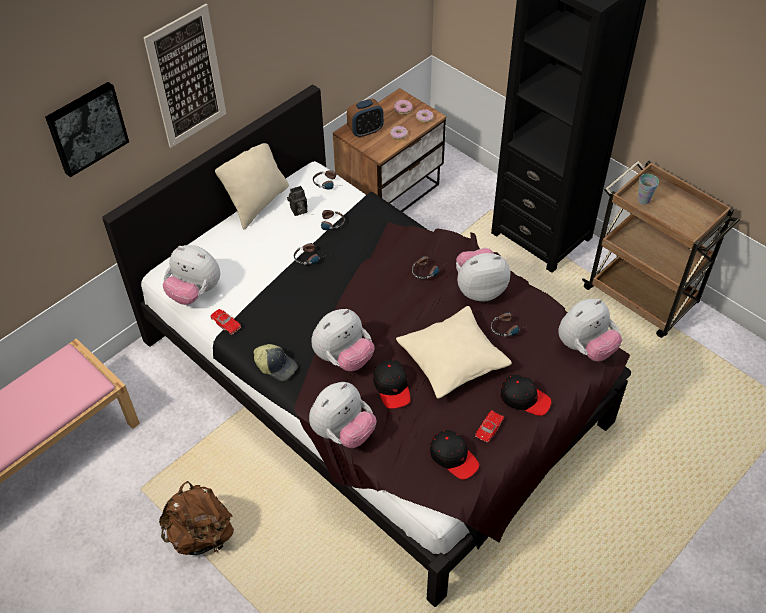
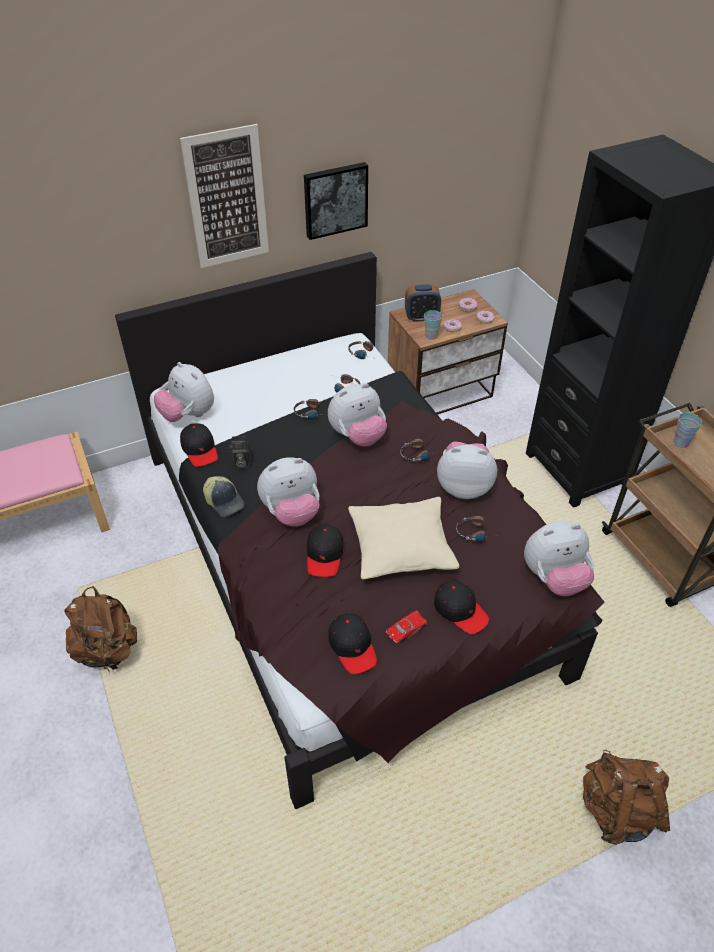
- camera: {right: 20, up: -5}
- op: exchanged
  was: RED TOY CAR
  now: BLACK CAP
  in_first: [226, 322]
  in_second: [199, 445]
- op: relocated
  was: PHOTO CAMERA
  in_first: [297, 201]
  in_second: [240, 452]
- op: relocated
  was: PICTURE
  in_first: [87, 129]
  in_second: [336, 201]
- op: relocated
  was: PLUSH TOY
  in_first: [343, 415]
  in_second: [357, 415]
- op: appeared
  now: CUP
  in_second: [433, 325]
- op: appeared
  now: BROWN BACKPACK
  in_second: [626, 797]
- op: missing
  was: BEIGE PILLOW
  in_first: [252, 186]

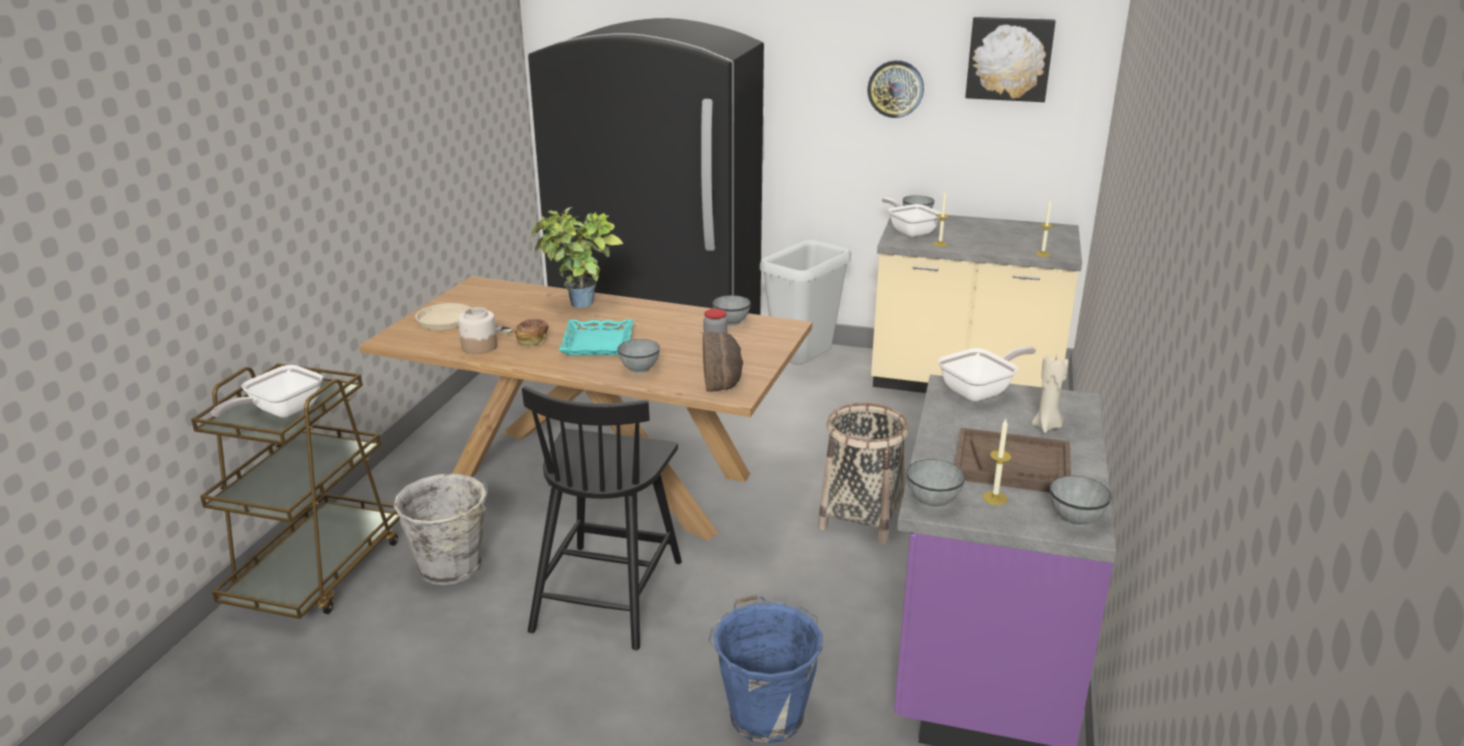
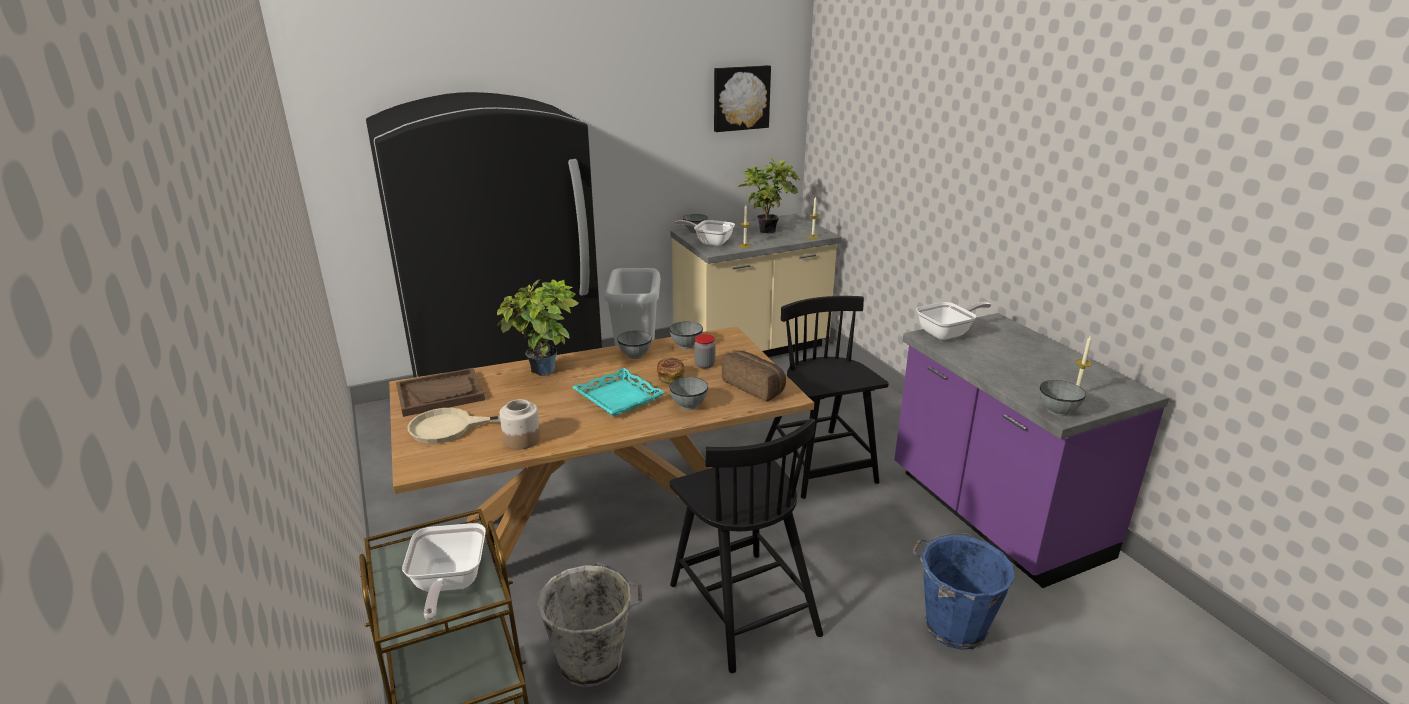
- camera: {right: -40, up: 0}
- op: relocated
  was: BROWN TRAY
  in_first: [1013, 460]
  in_second: [440, 392]
- op: relocated
  was: GREY BOWL
  in_first: [1081, 501]
  in_second: [634, 345]
- op: relocated
  was: BREAD
  in_first: [531, 332]
  in_second: [671, 370]
- op: appeared
  now: POTTED PLANT
  in_second: [769, 195]
- op: exchanged
  was: BASKET
  now: BLACK CHAIR
  in_first: [863, 473]
  in_second: [826, 397]
- op: spun
  was: FRYING PAN
  in_first: [987, 374]
  in_second: [953, 321]
  clockwise: 45
- op: missing
  was: WALL CLOCK
  in_first: [895, 89]
- op: missing
  was: BEIGE CANDLE
  in_first: [1049, 394]

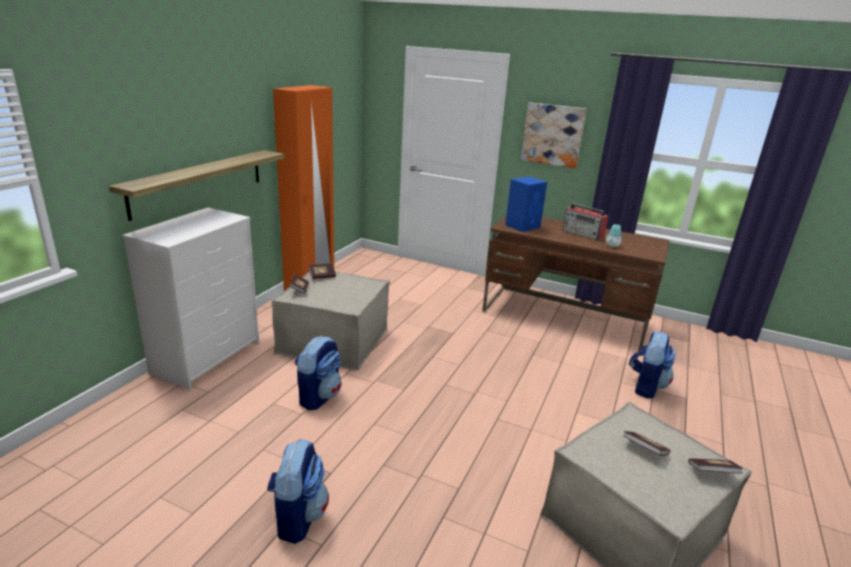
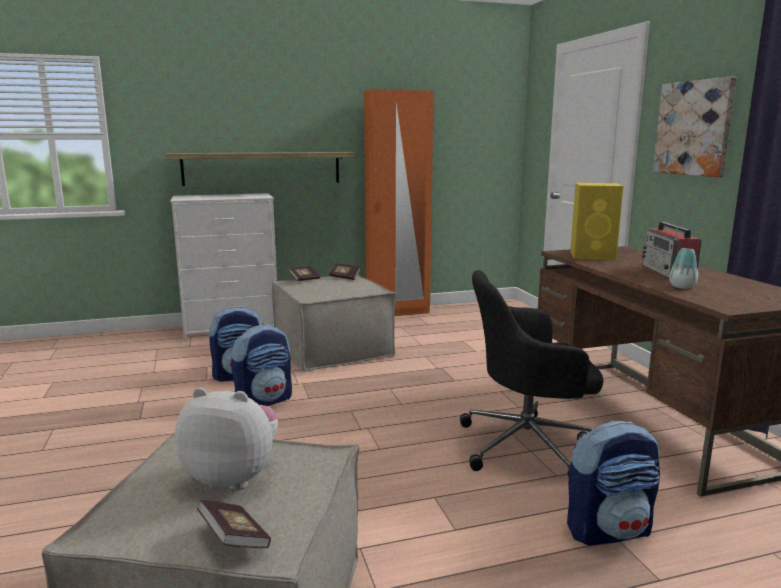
- camera: {right: 50, up: -10}
- op: exchanged
  was: BOOK
  now: PLUSH TOY
  in_first: [646, 443]
  in_second: [227, 438]
- op: relocated
  was: BACKPACK
  in_first: [298, 491]
  in_second: [261, 365]
- op: appeared
  now: BLACK OFFICE CHAIR
  in_second: [531, 373]
- op: colour
  was: BLUE SPEAKER
  now: YELLOW SPEAKER
  in_first: [526, 204]
  in_second: [596, 221]

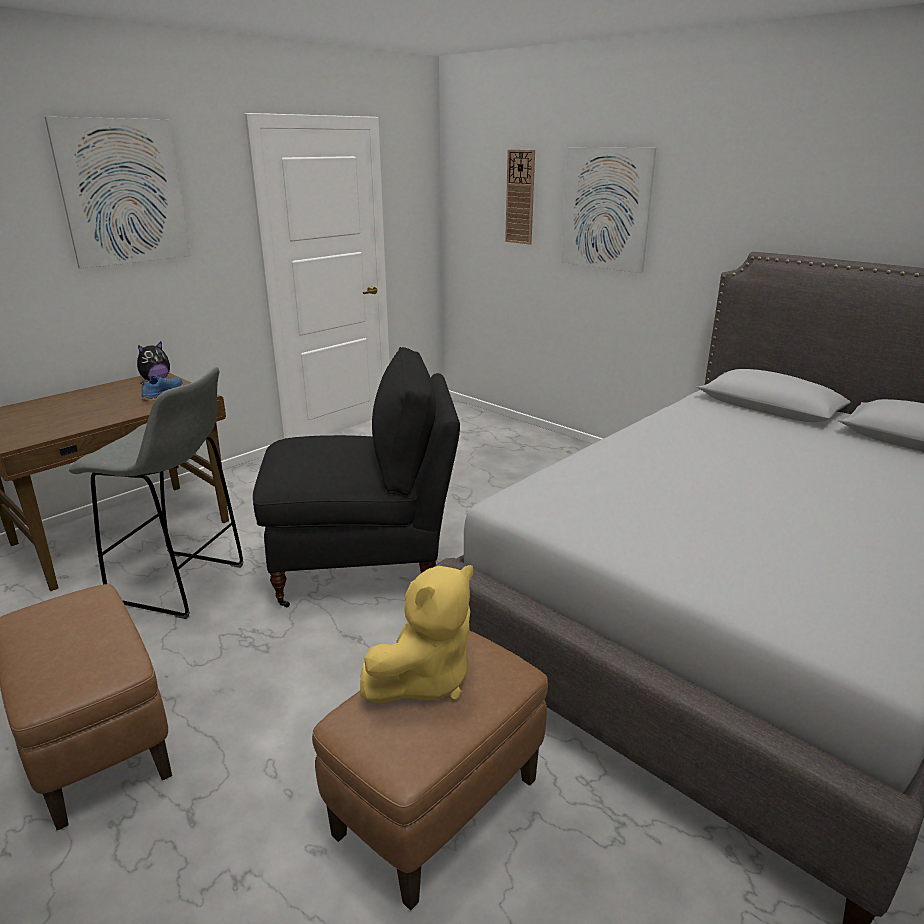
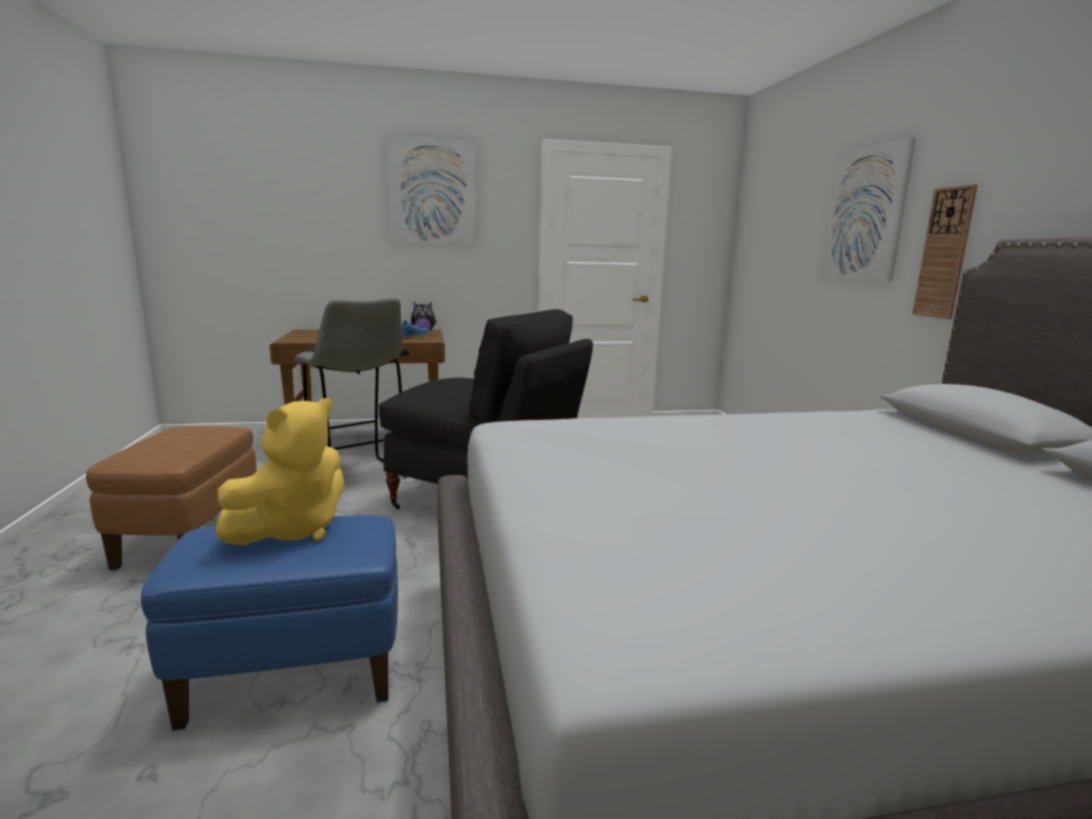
- camera: {right: 35, up: -10}
- op: colour
  was: BROWN OTTOMAN
  now: BLUE OTTOMAN
  in_first: [430, 770]
  in_second: [269, 622]
- op: spun
  was: YELLOW PLUSH TOY
  in_first: [416, 634]
  in_second: [280, 471]
  clockwise: -45
- op: relocated
  was: WALL CLOCK
  in_first: [520, 197]
  in_second: [945, 251]

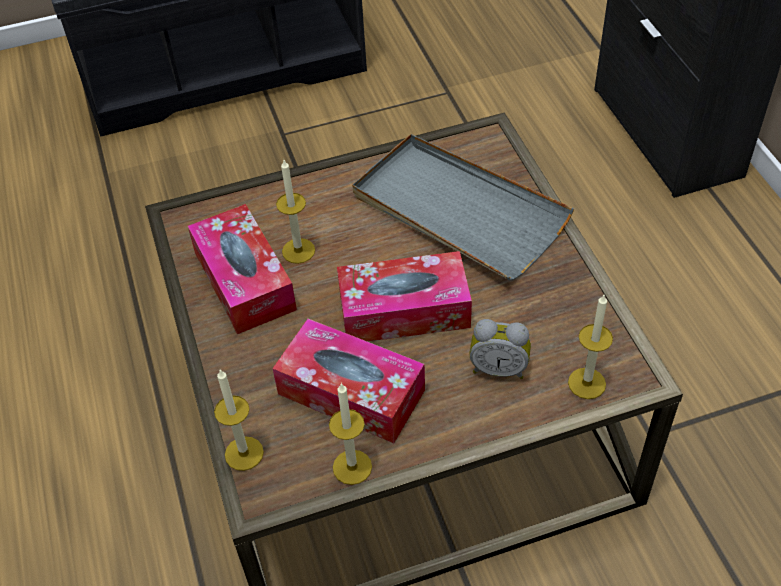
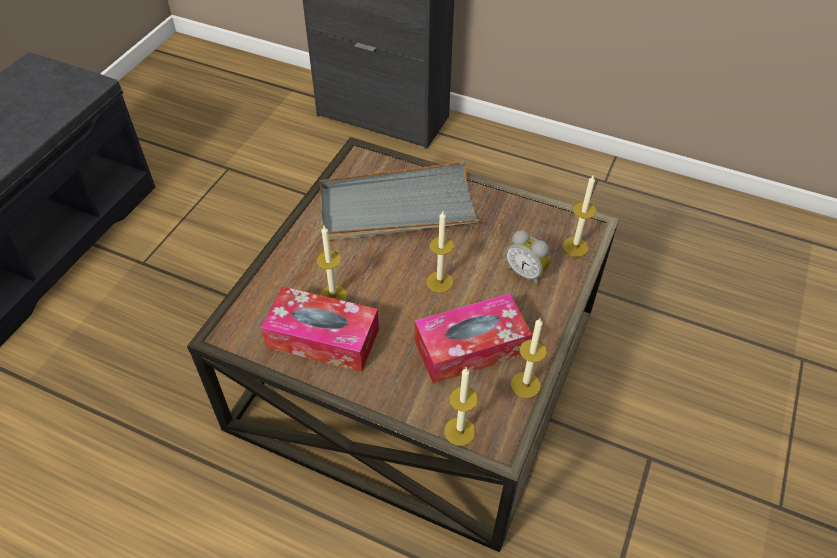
- camera: {right: -50, up: 0}
- op: exchanged
  was: TISSUE BOX
  now: CANDLE
  in_first: [404, 296]
  in_second: [440, 252]
- op: spun
  was: ALARM CLOCK
  in_first: [500, 349]
  in_second: [528, 258]
  clockwise: 75

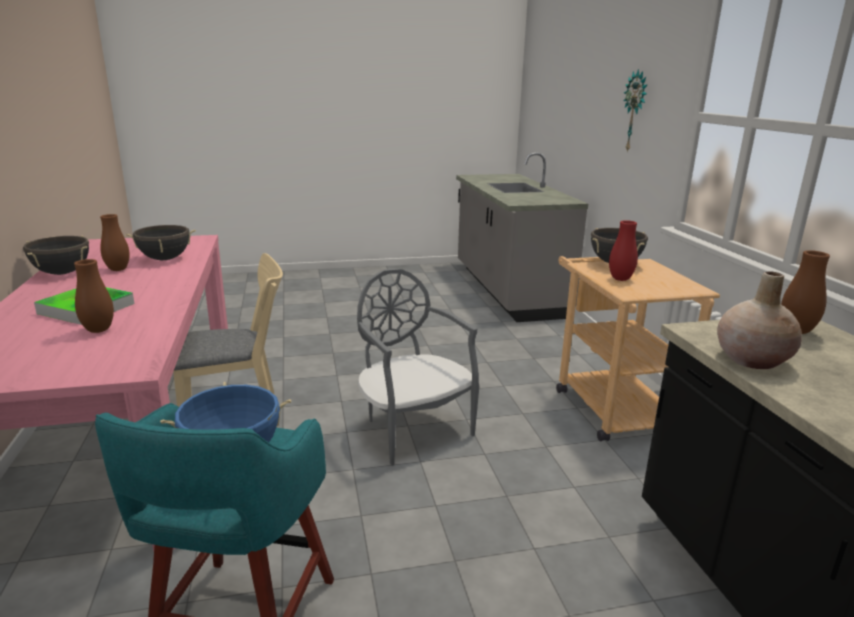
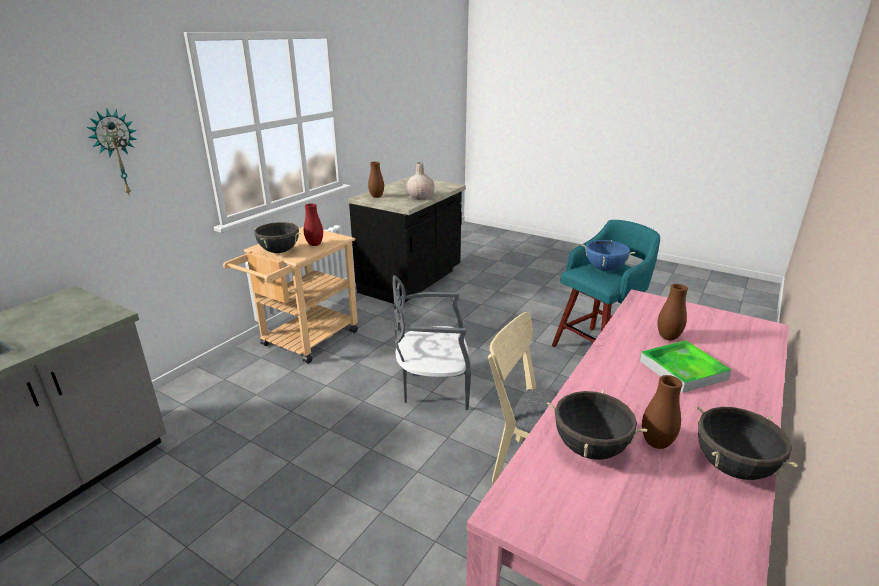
- camera: {right: -135, up: 5}
- op: spun
  was: GREY CHAIR
  in_first: [418, 367]
  in_second: [432, 343]
  clockwise: 75

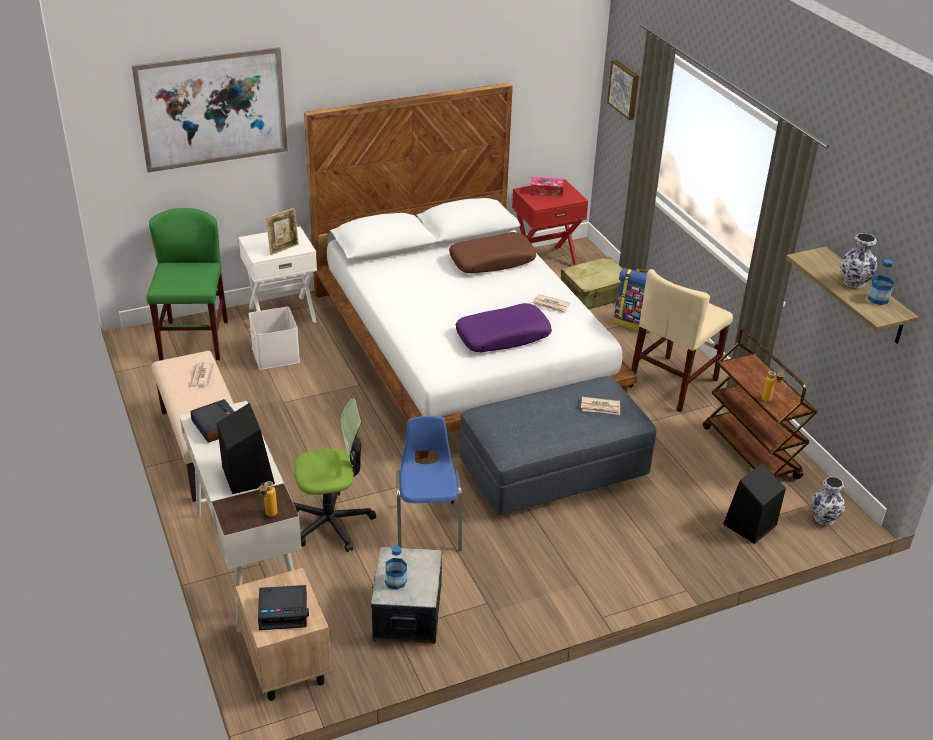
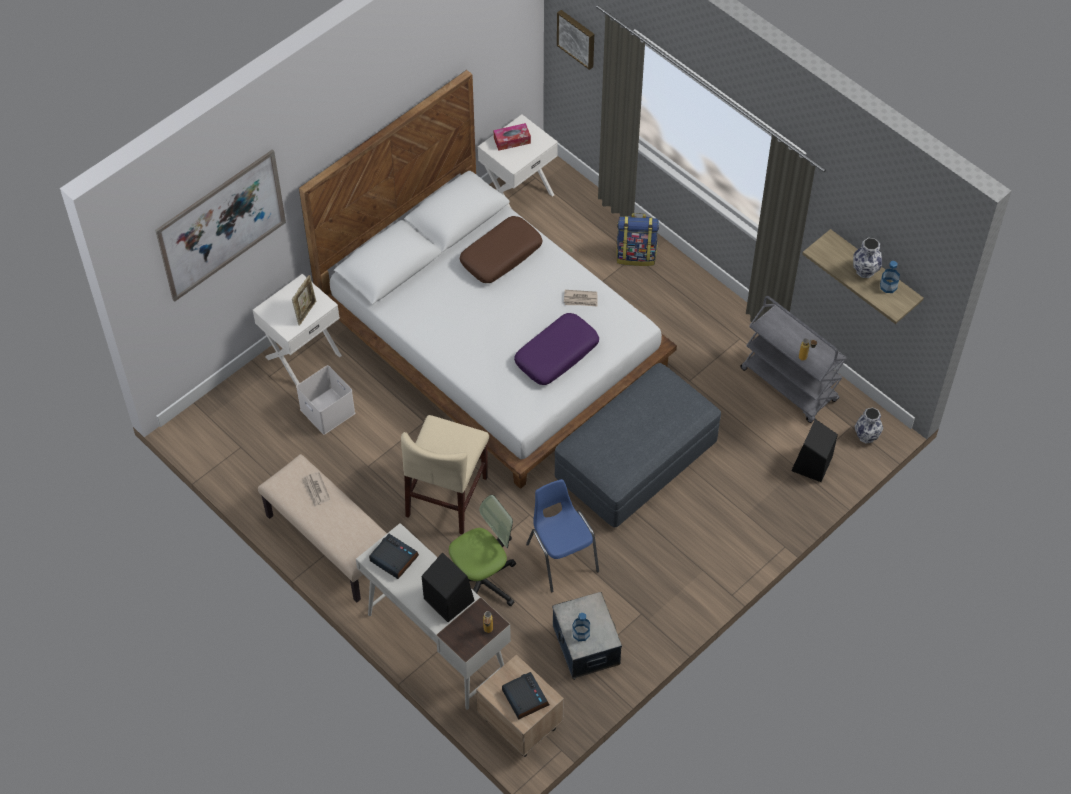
- camera: {right: -20, up: 20}
- op: relocated
  was: BEIGE CHAIR
  in_first: [680, 340]
  in_second: [445, 474]
- op: colour
  was: RED NIGHTSTAND
  now: WHITE NIGHTSTAND
  in_first: [550, 222]
  in_second: [518, 161]
- op: spun
  was: ALARM CLOCK
  in_first: [283, 607]
  in_second: [525, 696]
  clockwise: -90
- op: colour
  was: BROWN CART
  now: GREY CART
  in_first: [760, 404]
  in_second: [793, 359]
- op: missing
  was: GREEN CHAIR
  in_first: [187, 284]
- op: missing
  was: BEIGE SUITCASE
  in_first: [592, 282]
- op: missing
  was: NEWSPAPER
  in_first: [600, 406]

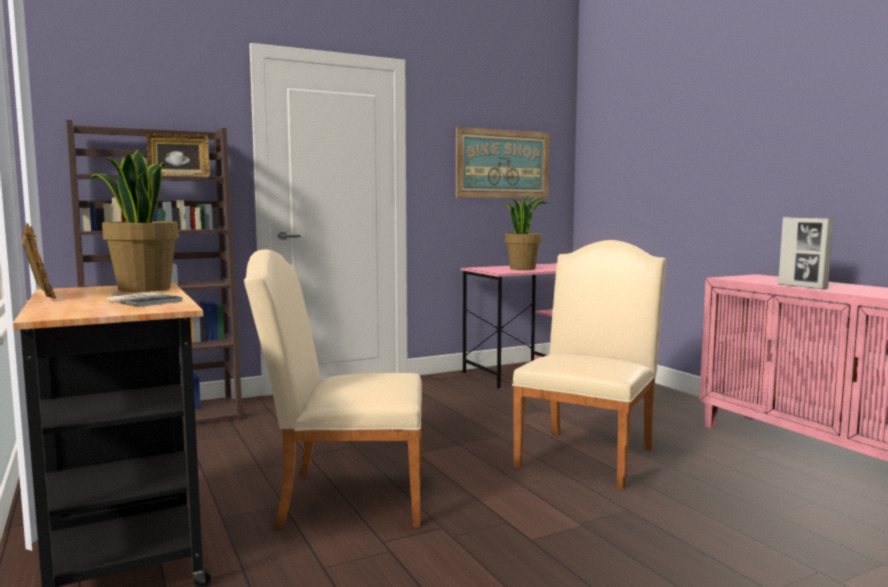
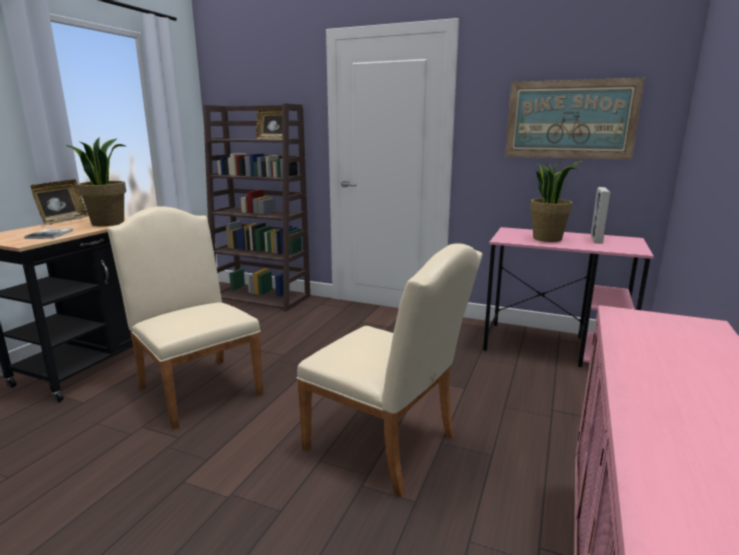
- camera: {right: 50, up: 10}
- op: spun
  was: BEIGE CHAIR
  in_first: [589, 365]
  in_second: [389, 370]
  clockwise: 45
- op: relocated
  was: PICTURE FRAME
  in_first: [806, 253]
  in_second: [601, 215]

